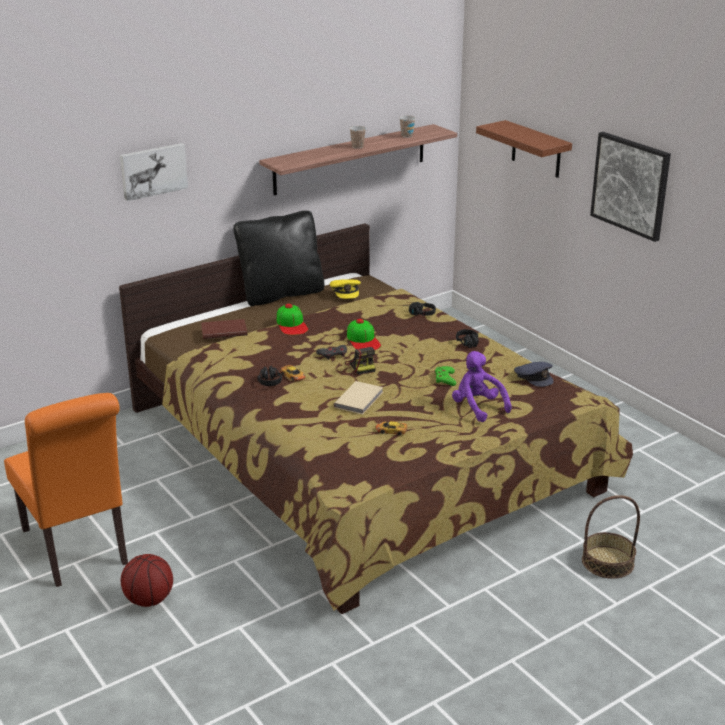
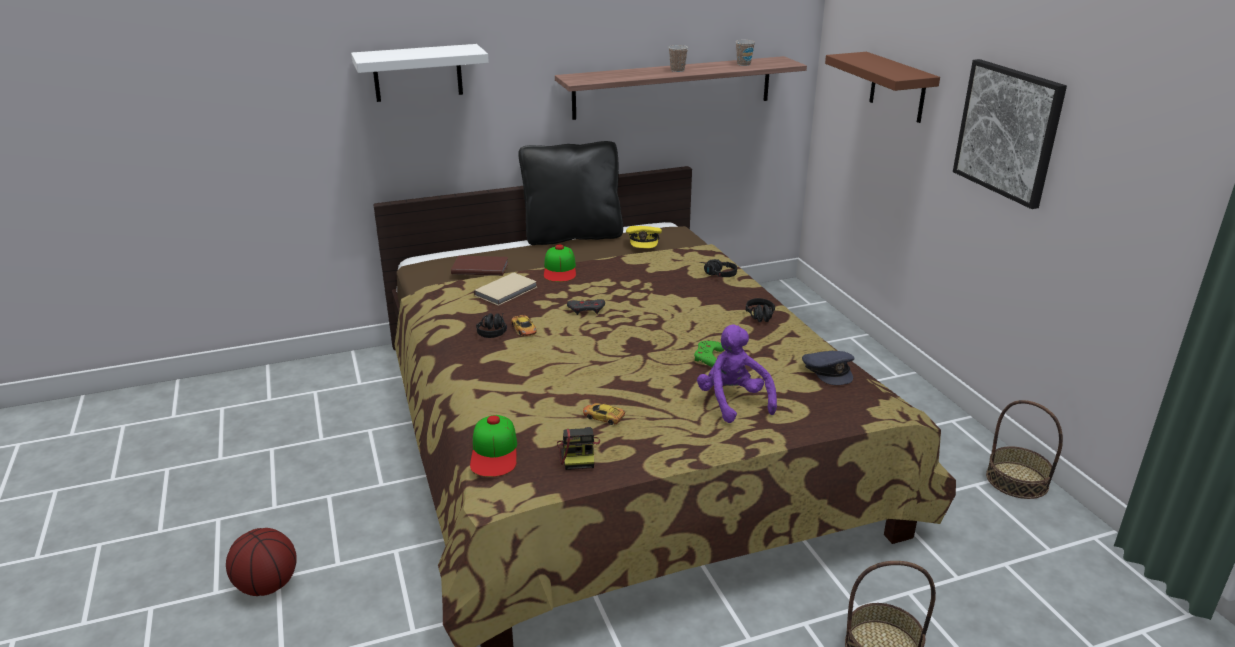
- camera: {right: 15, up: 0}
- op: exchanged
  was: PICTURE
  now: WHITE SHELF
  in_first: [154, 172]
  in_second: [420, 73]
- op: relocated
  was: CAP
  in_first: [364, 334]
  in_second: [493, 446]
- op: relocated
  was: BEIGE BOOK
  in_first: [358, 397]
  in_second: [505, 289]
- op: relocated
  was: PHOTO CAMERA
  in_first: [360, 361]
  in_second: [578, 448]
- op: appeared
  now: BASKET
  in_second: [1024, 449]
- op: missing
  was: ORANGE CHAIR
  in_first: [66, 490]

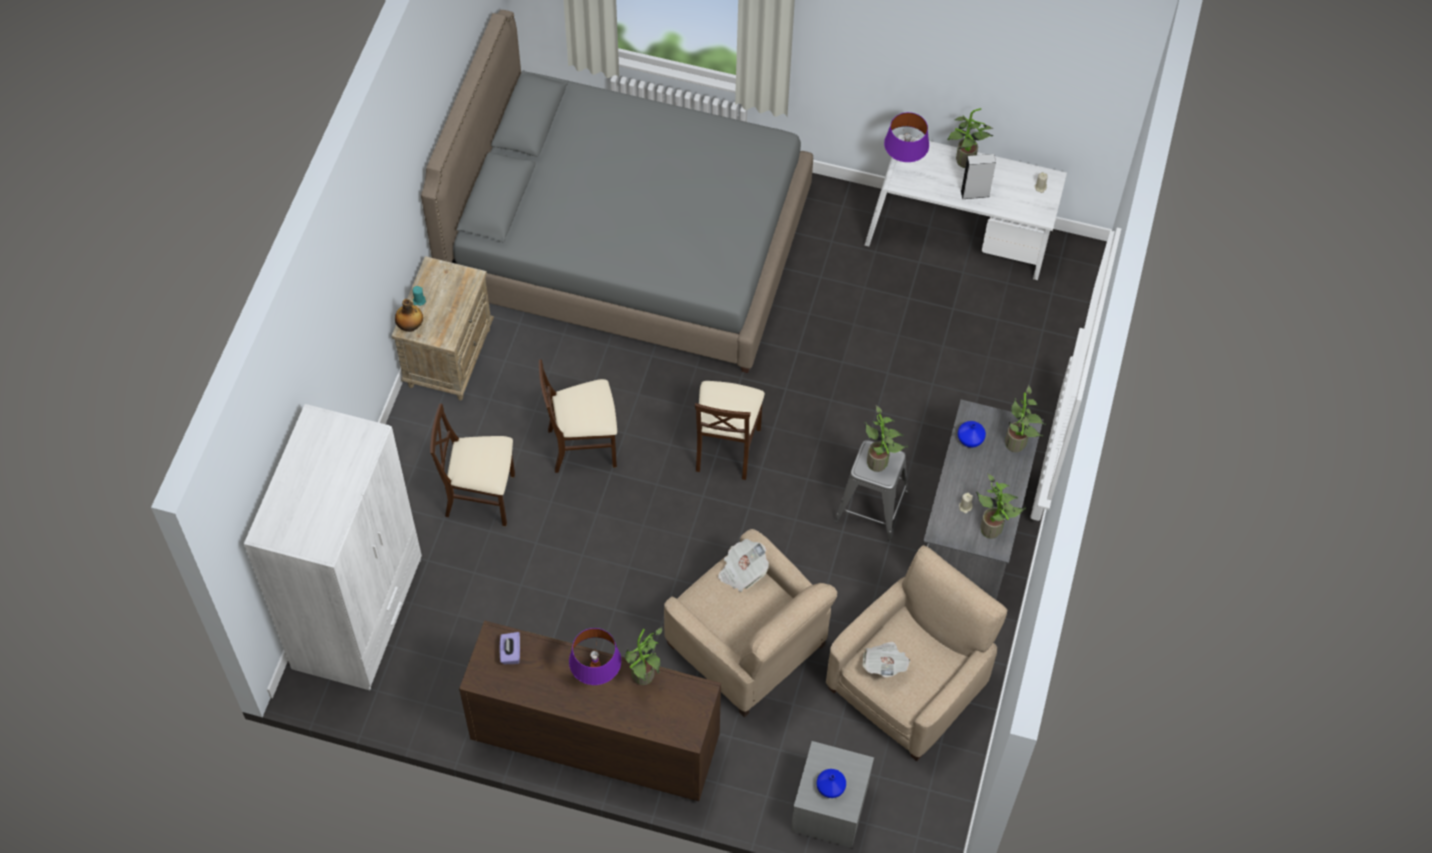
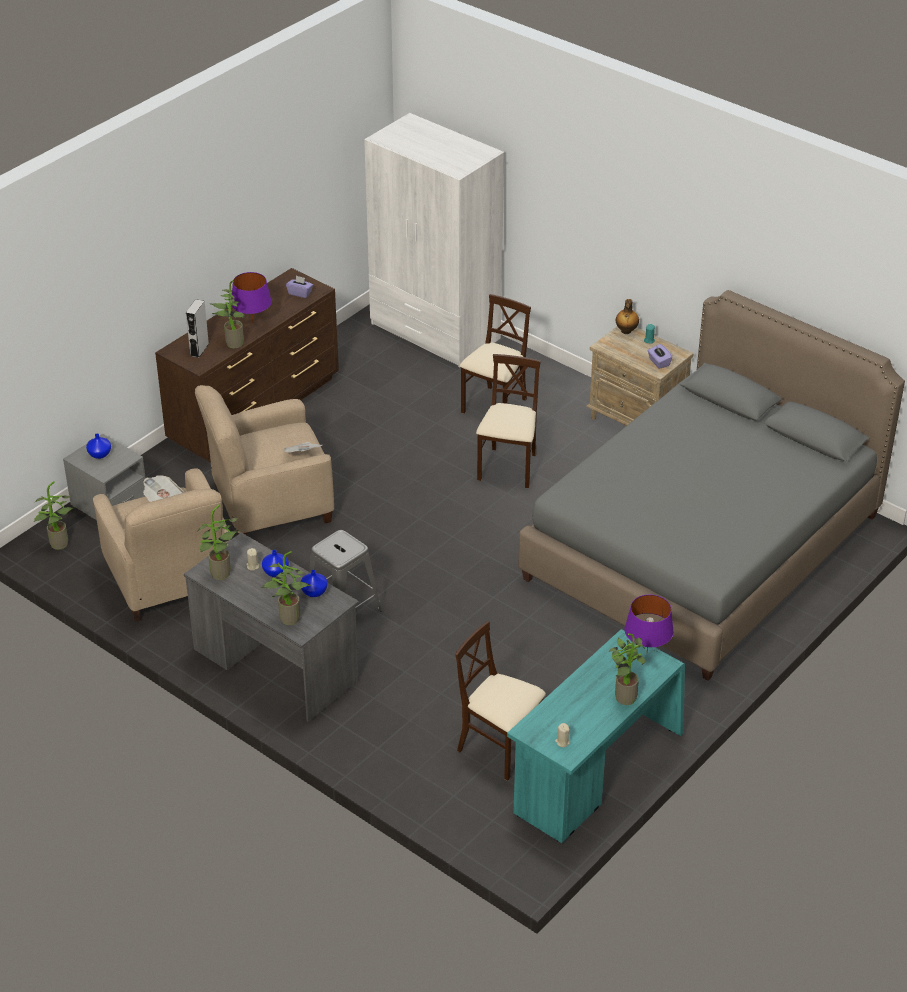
- camera: {right: 115, up: -20}
- op: relocated
  was: POTTED PLANT
  in_first: [886, 438]
  in_second: [54, 515]
- op: relocated
  was: GREY SPEAKER
  in_first: [978, 176]
  in_second: [197, 328]
- op: appeared
  now: BLUE VASE
  in_second: [275, 563]
- op: relocated
  was: BEIGE CHAIR
  in_first: [730, 430]
  in_second: [500, 701]
- op: colour
  was: WHITE DESK
  now: TURQUOISE DESK
  in_first: [966, 207]
  in_second: [596, 736]
- op: appeared
  now: PURPLE TISSUE BOX
  in_second: [660, 356]

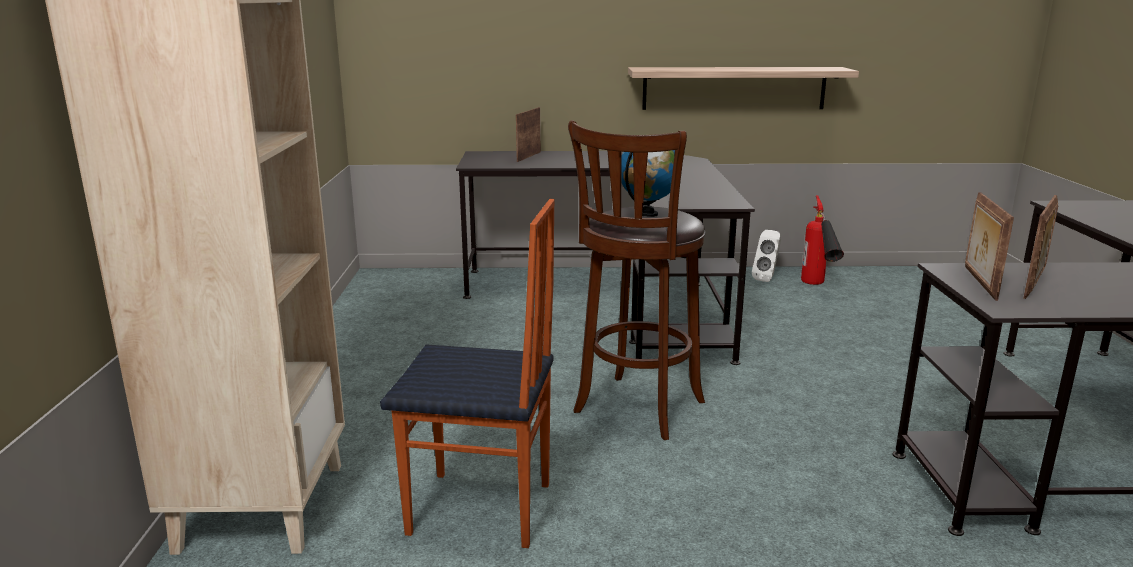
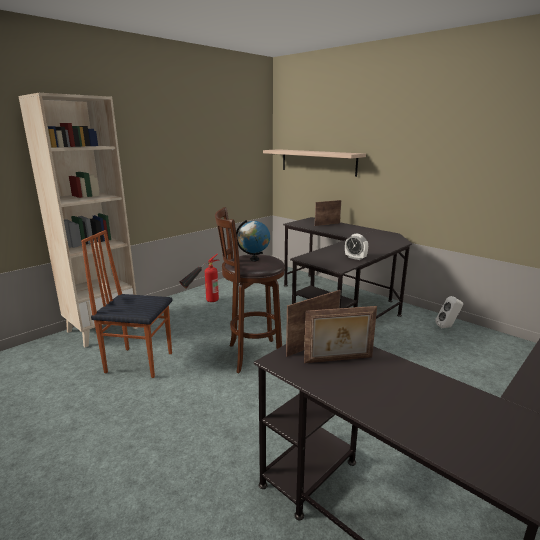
- camera: {right: 45, up: 0}
- op: spun
  was: CHAIR
  in_first: [467, 373]
  in_second: [126, 304]
  clockwise: 135
- op: relocated
  was: FIRE EXTINGUISHER
  in_first: [822, 240]
  in_second: [199, 278]
- op: relocated
  was: SHELF
  in_first: [743, 88]
  in_second: [314, 163]
- op: appeared
  now: ALARM CLOCK
  in_second: [356, 247]

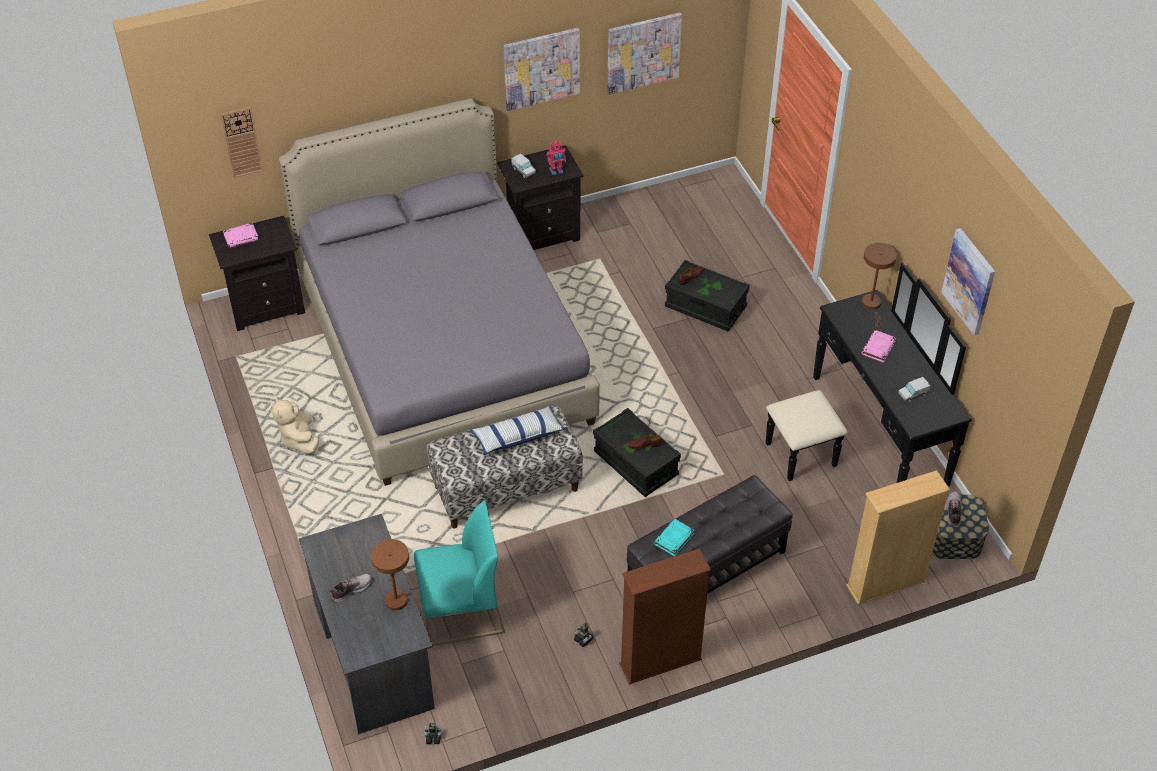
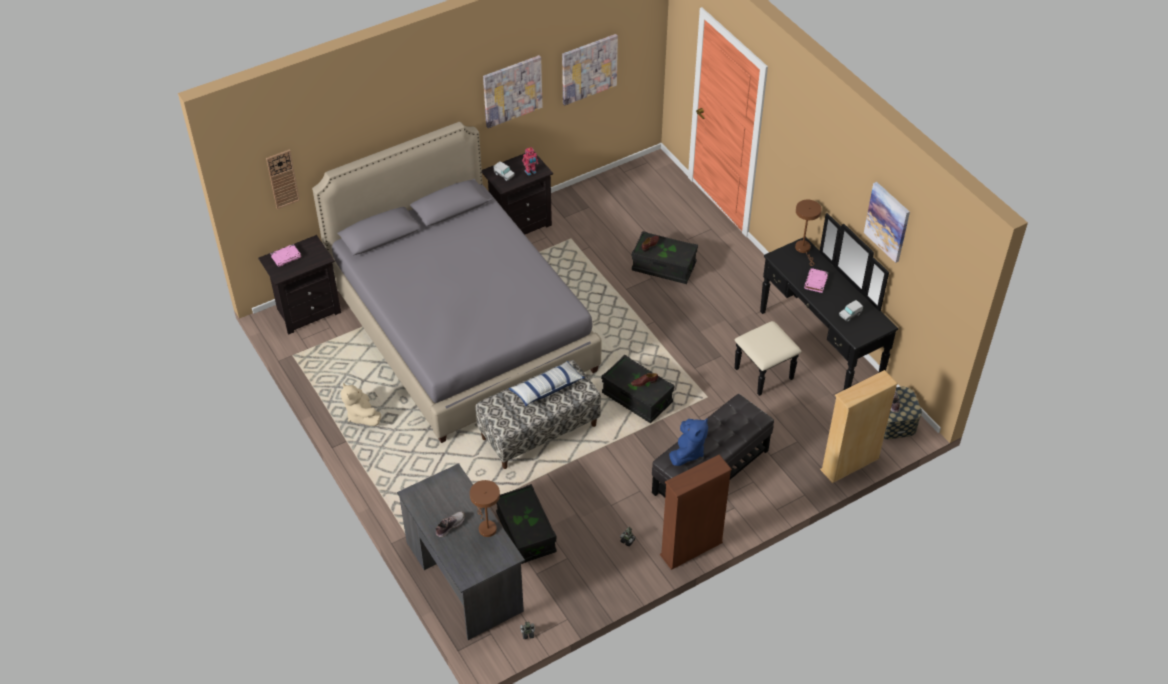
- camera: {right: -10, up: 0}
- op: exchanged
  was: TURQUOISE CHAIR
  now: BLACK STORAGE BOX
  in_first: [459, 573]
  in_second: [526, 524]
- op: exchanged
  was: TURQUOISE BOOK
  now: BLUE PLUSH TOY
  in_first: [674, 537]
  in_second: [688, 442]

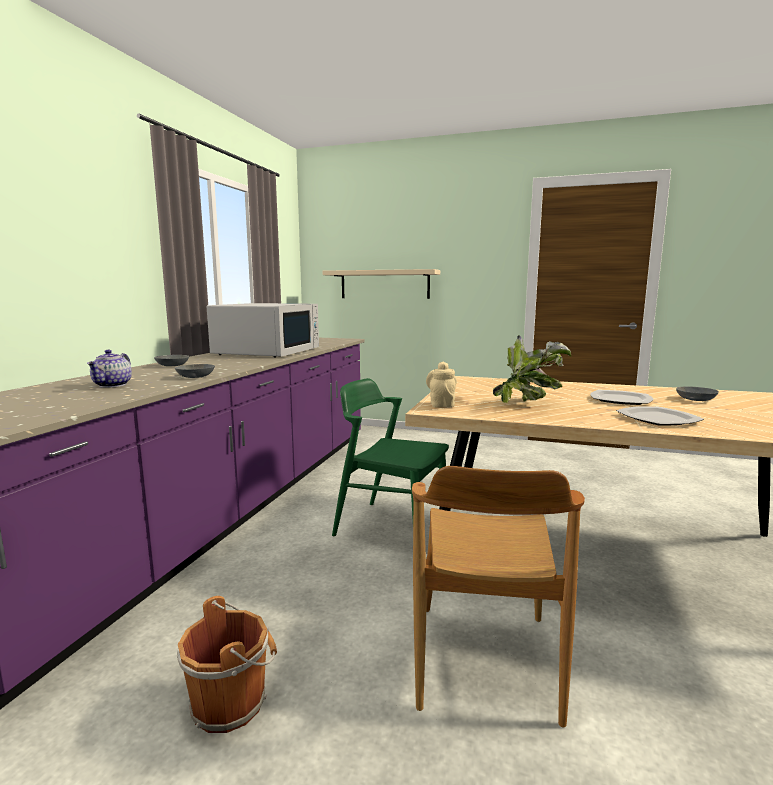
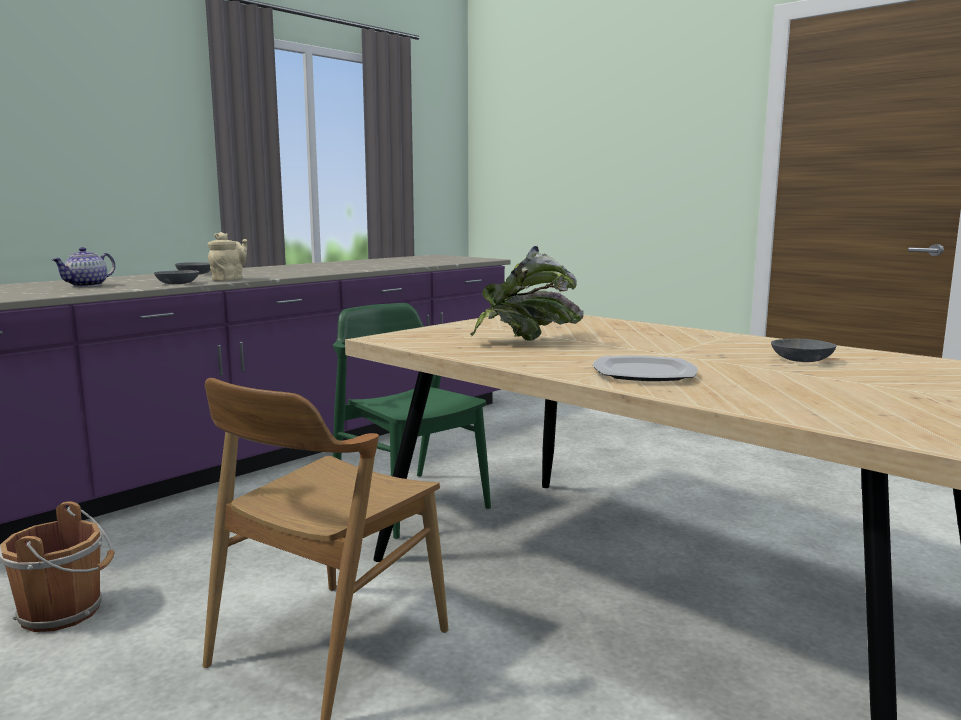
- camera: {right: 25, up: 0}
- op: relocated
  was: BEIGE TEAPOT
  in_first: [441, 384]
  in_second: [227, 256]
- op: missing
  was: WHITE MICROWAVE
  in_first: [263, 330]
- op: missing
  was: BEIGE SHELF
  in_first: [381, 284]
- op: missing
  was: PLATE
  in_first: [621, 397]

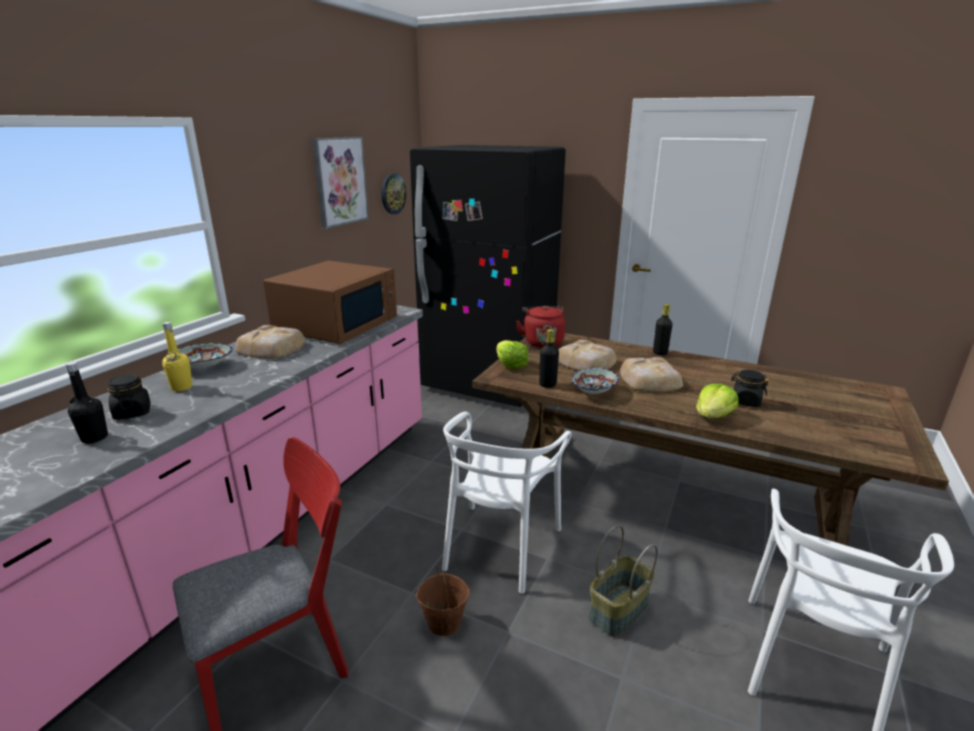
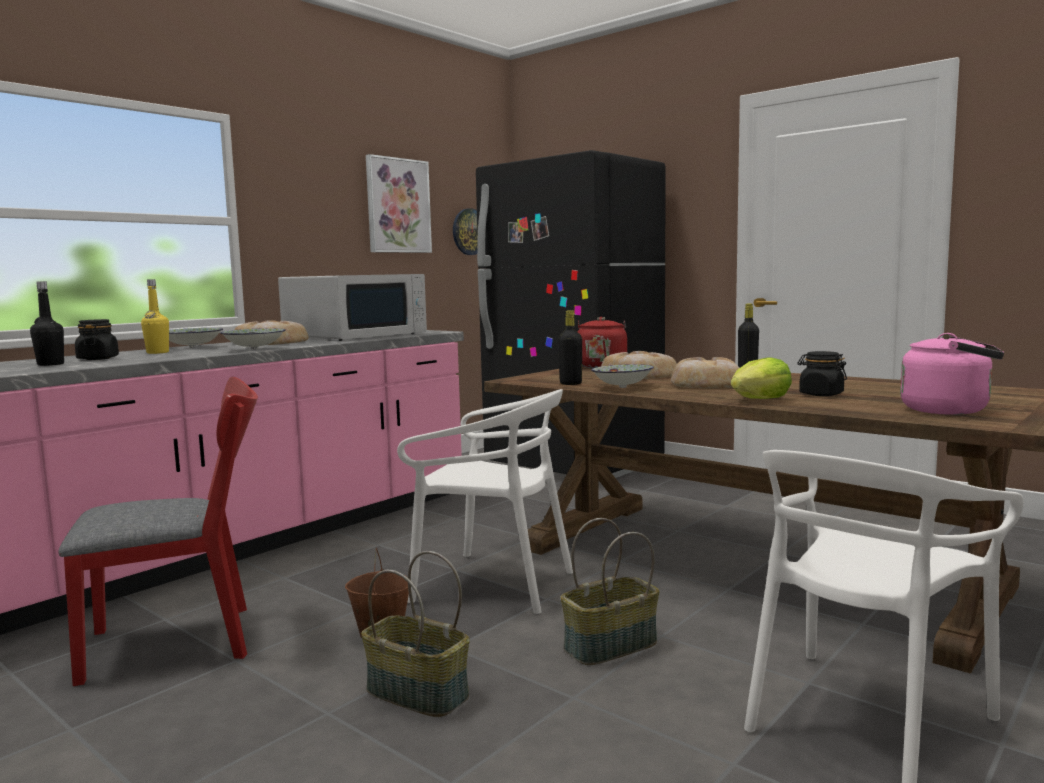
- camera: {right: 15, up: -15}
- op: appeared
  now: BOWL
  in_second: [253, 339]
- op: colour
  was: BROWN MICROWAVE
  now: WHITE MICROWAVE
  in_first: [330, 302]
  in_second: [352, 307]
- op: appeared
  now: BASKET
  in_second: [415, 634]
- op: spun
  was: WHITE CHAIR
  in_first: [507, 503]
  in_second: [485, 501]
  clockwise: -105
- op: appeared
  now: PINK KETTLE
  in_second: [952, 374]
- op: missing
  was: LETTUCE
  in_first: [512, 354]

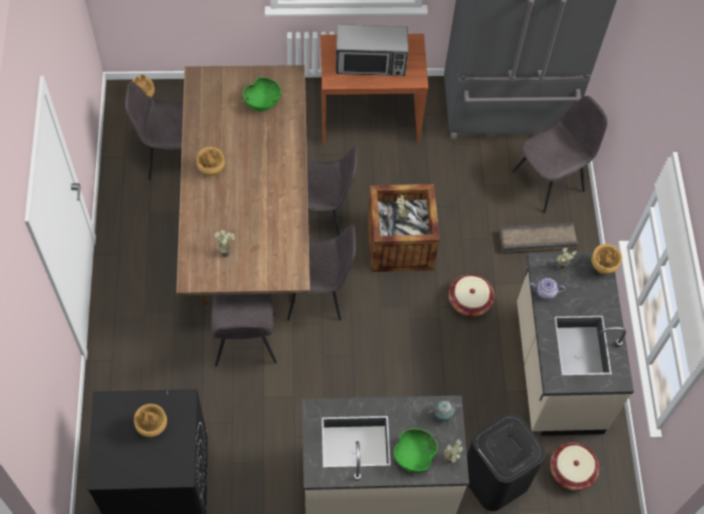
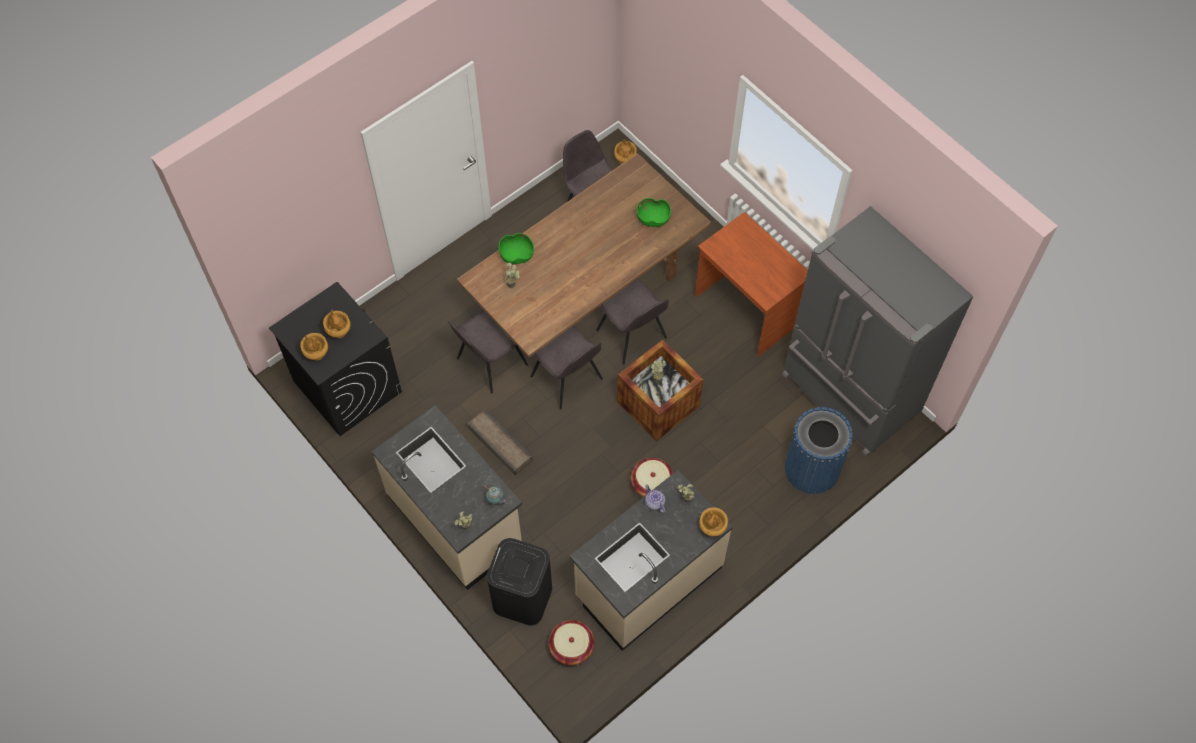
- camera: {right: 55, up: 0}
- op: relocated
  was: BROWN VASE
  in_first: [210, 161]
  in_second: [314, 346]
- op: relocated
  was: CRATE
  in_first: [538, 238]
  in_second: [500, 442]
- op: relocated
  was: GREEN BOWL
  in_first: [416, 450]
  in_second: [516, 248]
- op: exchanged
  was: GREY CHAIR
  now: BLUE TRASH CAN
  in_first: [560, 154]
  in_second: [819, 450]
- op: missing
  was: MICROWAVE
  in_first: [372, 50]

